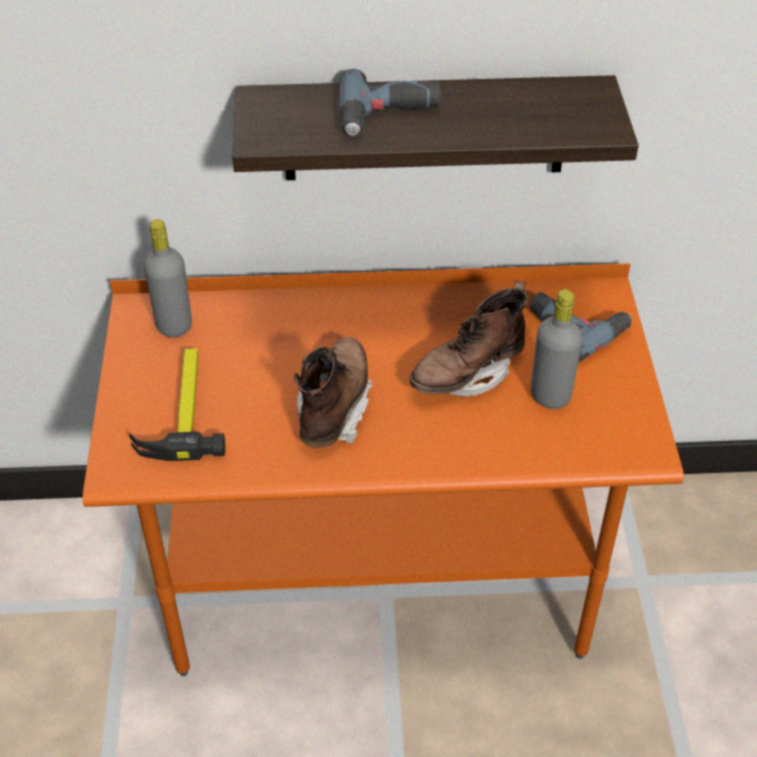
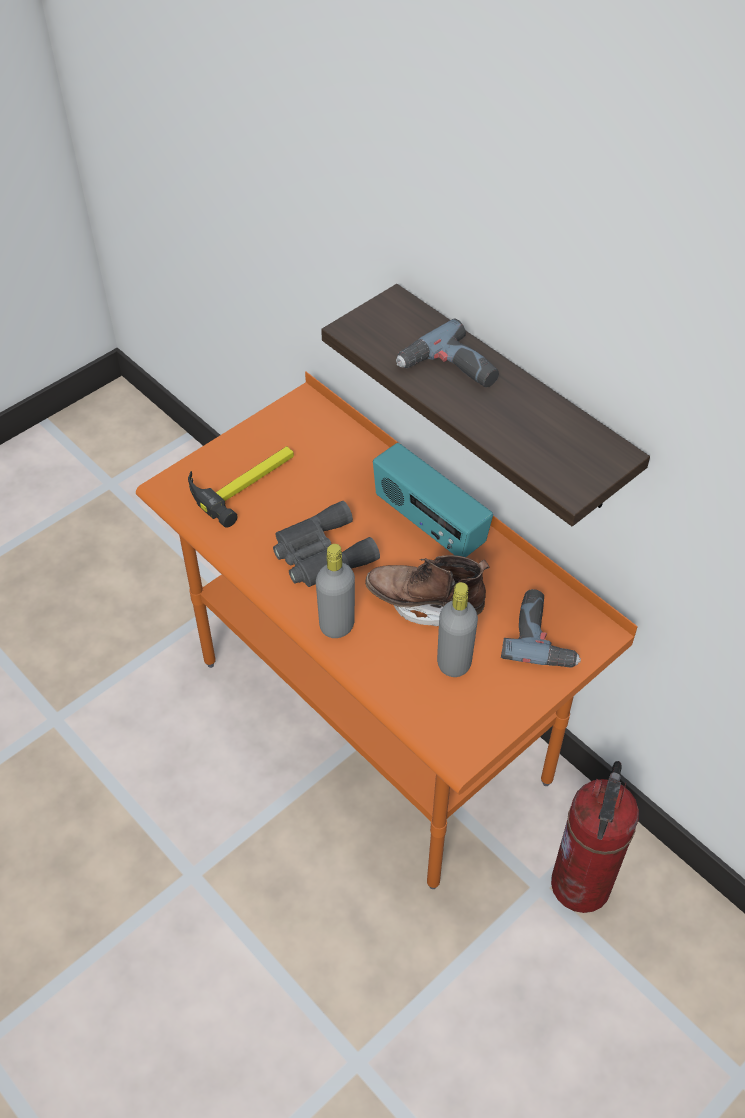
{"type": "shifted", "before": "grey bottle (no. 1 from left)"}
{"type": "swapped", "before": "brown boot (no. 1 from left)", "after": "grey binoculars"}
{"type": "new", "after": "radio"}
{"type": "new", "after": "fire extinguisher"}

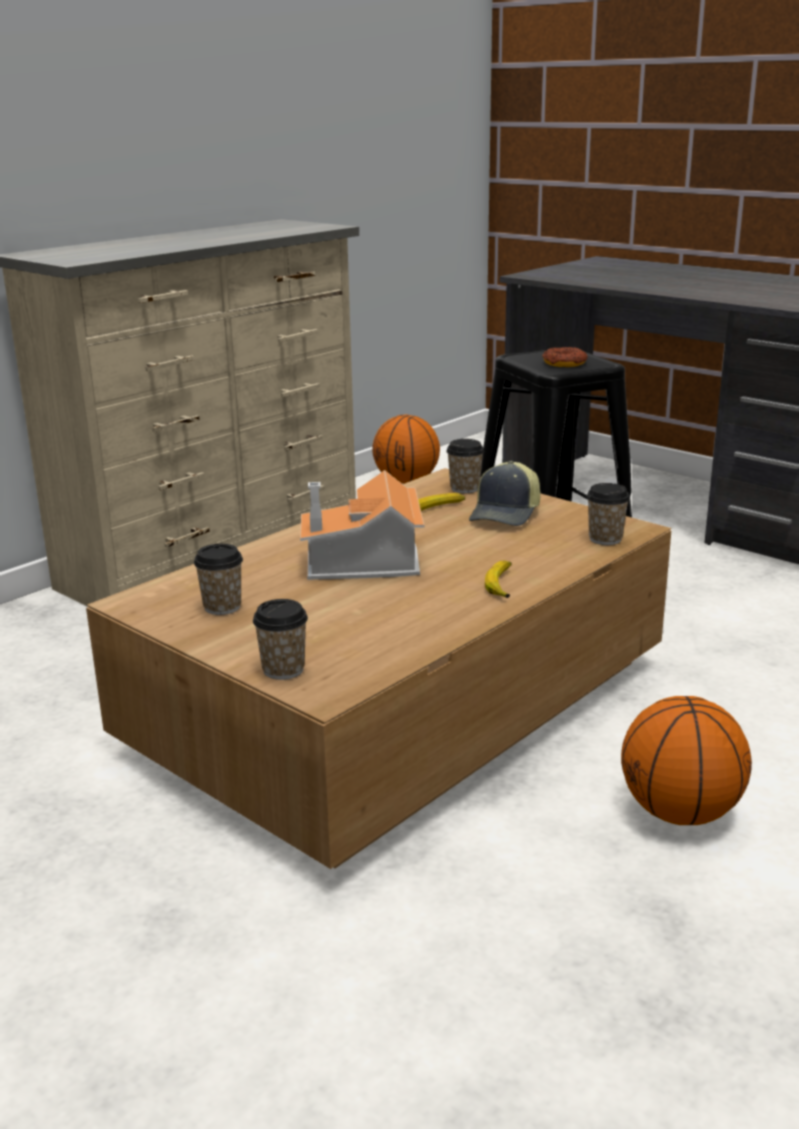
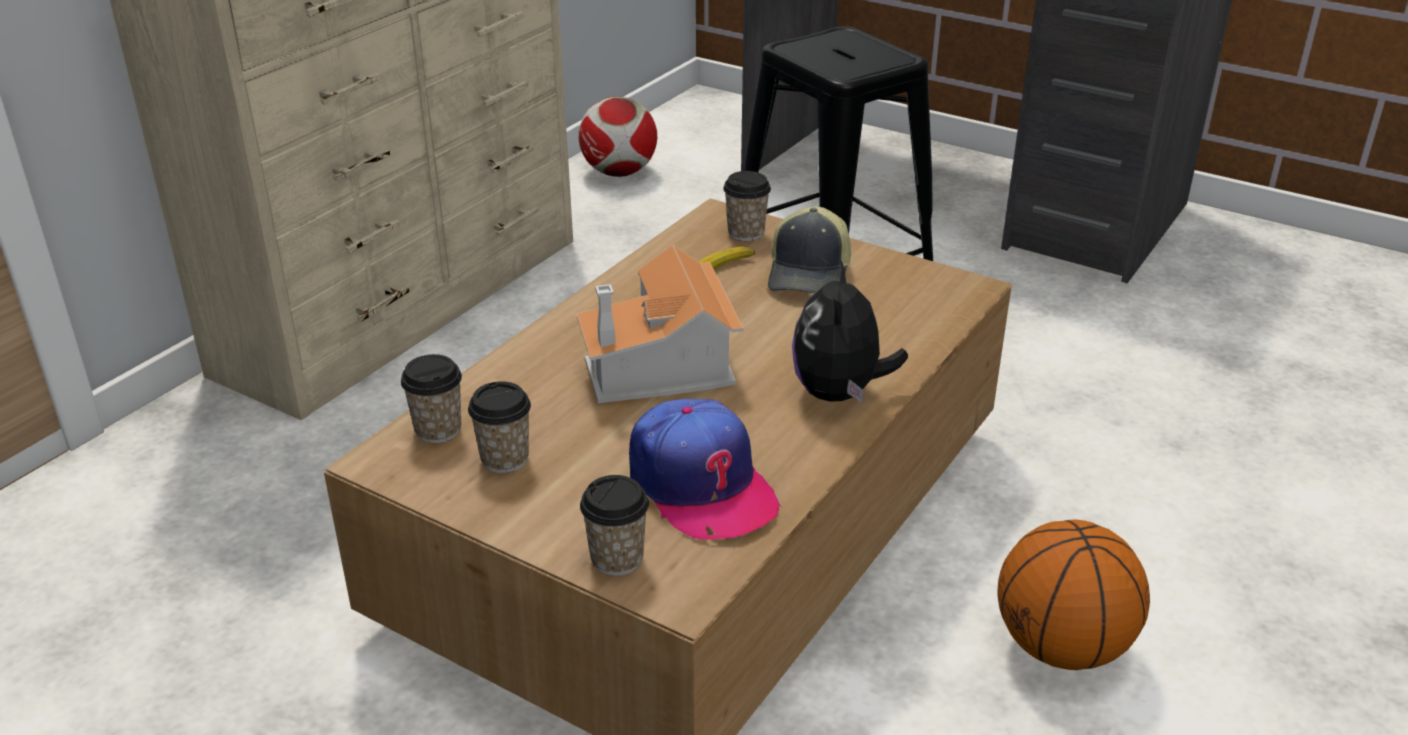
{"type": "gone", "before": "donut"}
{"type": "swapped", "before": "basketball (no. 1 from left)", "after": "football"}
{"type": "shifted", "before": "cup (no. 4 from left in the first image)", "after": "cup (no. 1 from left)"}
{"type": "swapped", "before": "banana (no. 2 from left)", "after": "plush toy"}
{"type": "new", "after": "cap (no. 1 from left)"}

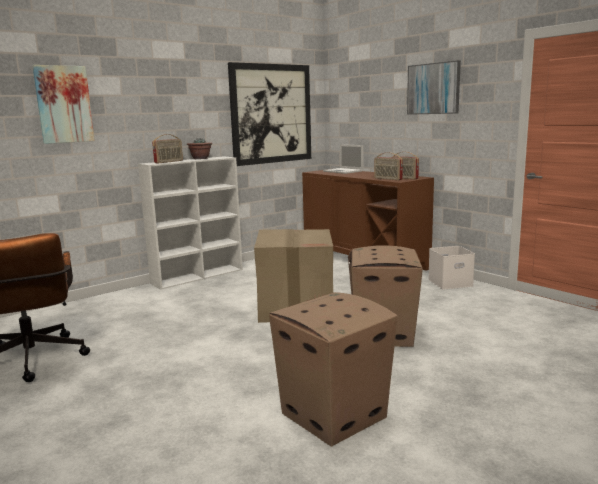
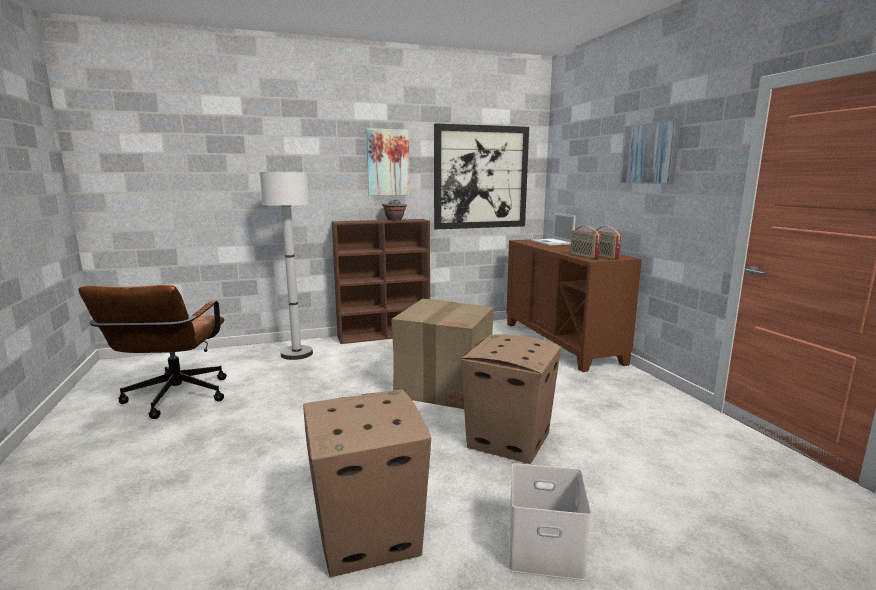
{"type": "shifted", "before": "picture (no. 1 from left)"}
{"type": "gone", "before": "radio (no. 1 from left)"}
{"type": "repainted", "before": "white bookcase", "after": "brown bookcase"}
{"type": "shifted", "before": "white storage box"}
{"type": "new", "after": "white floor lamp"}

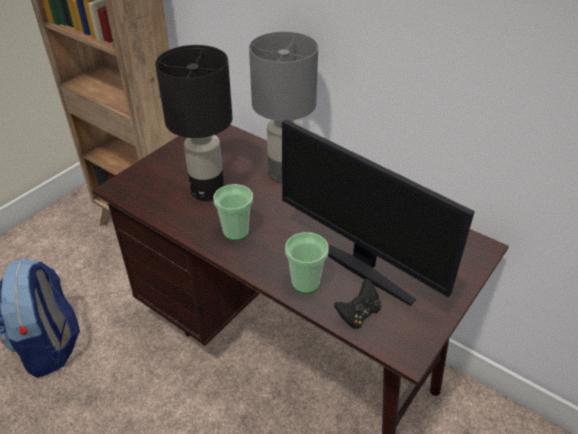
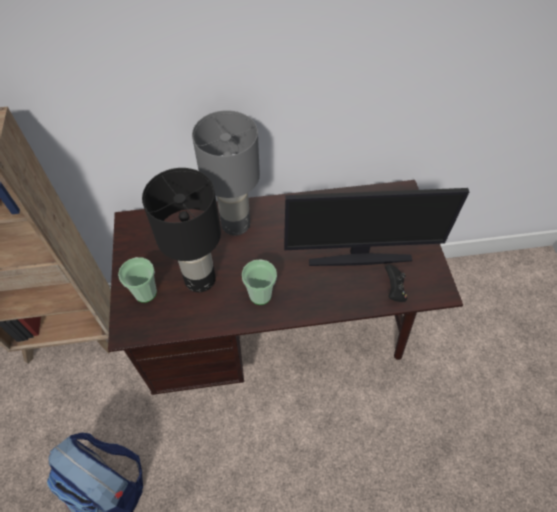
{"type": "shifted", "before": "cup (no. 2 from left in the first image)", "after": "cup (no. 1 from left)"}

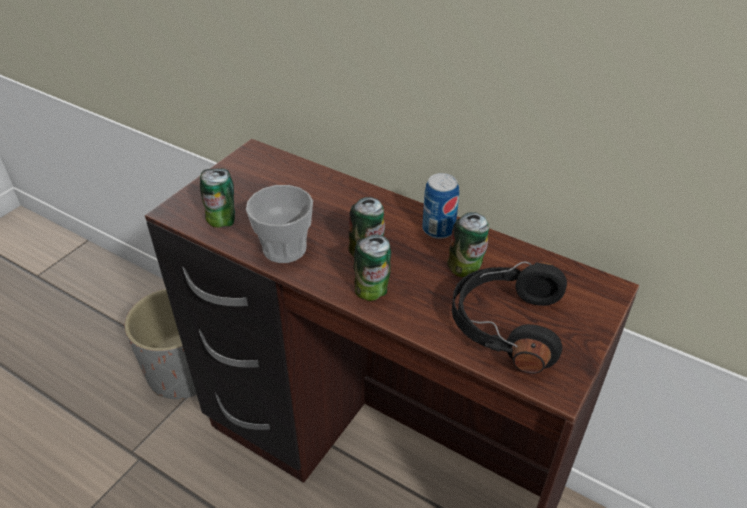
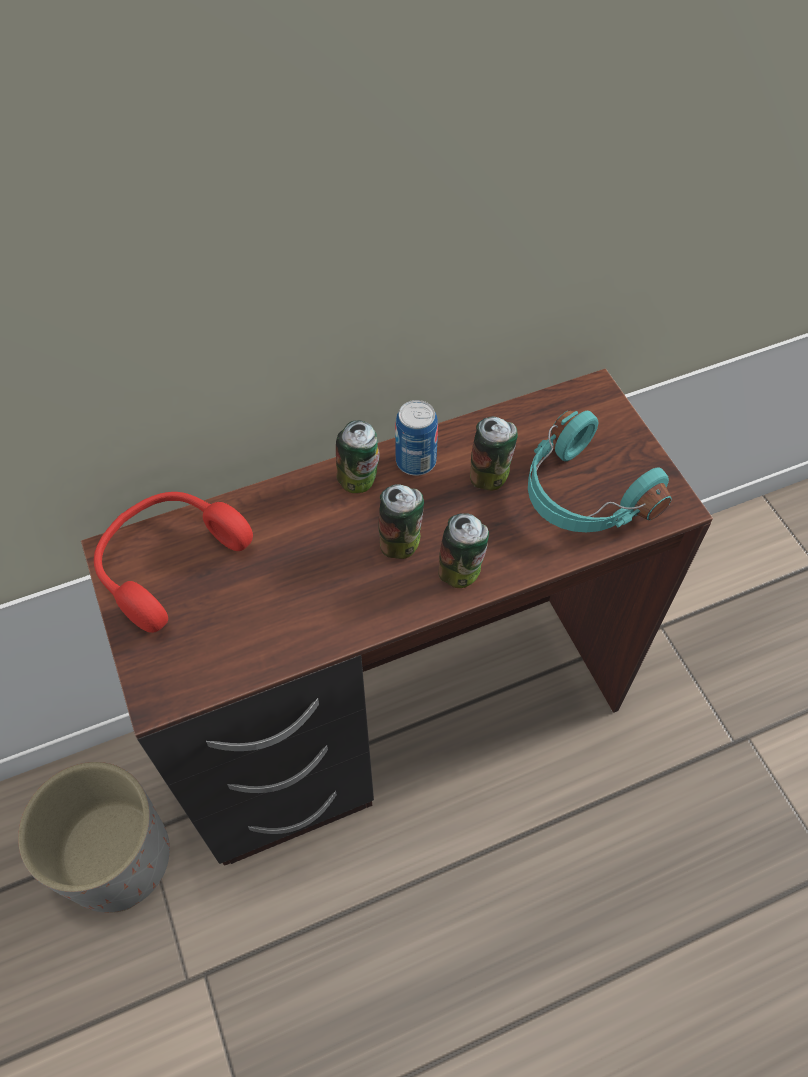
{"type": "shifted", "before": "can (no. 1 from left)"}
{"type": "gone", "before": "cup"}
{"type": "repainted", "before": "black headphones", "after": "turquoise headphones"}
{"type": "new", "after": "red headphones"}

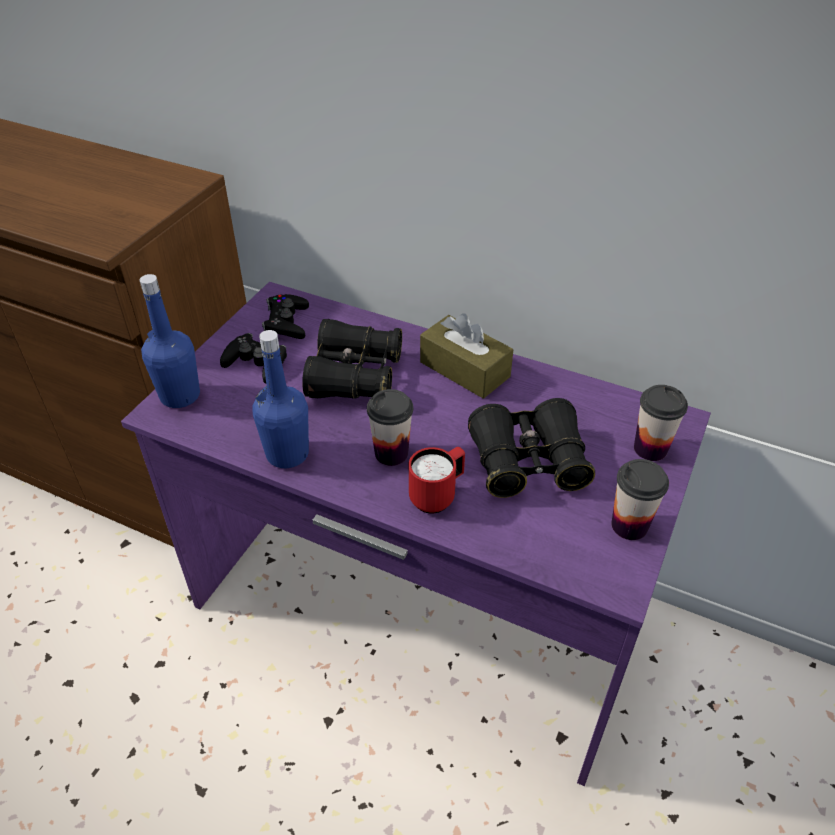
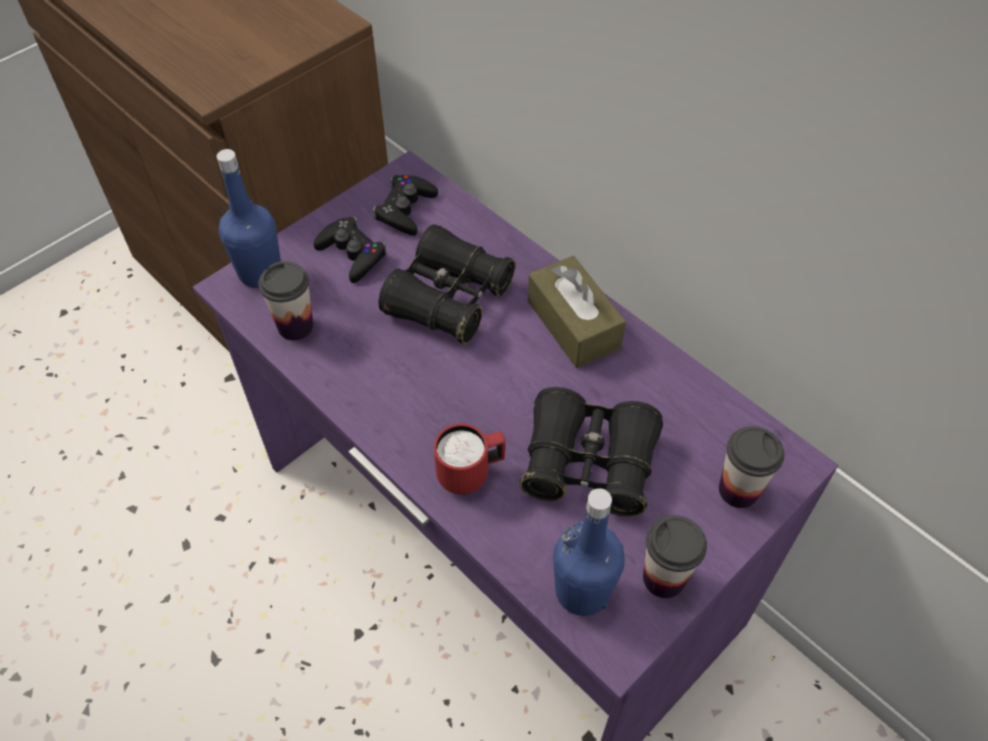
{"type": "shifted", "before": "blue bottle (no. 2 from left)"}
{"type": "shifted", "before": "cup (no. 1 from left)"}

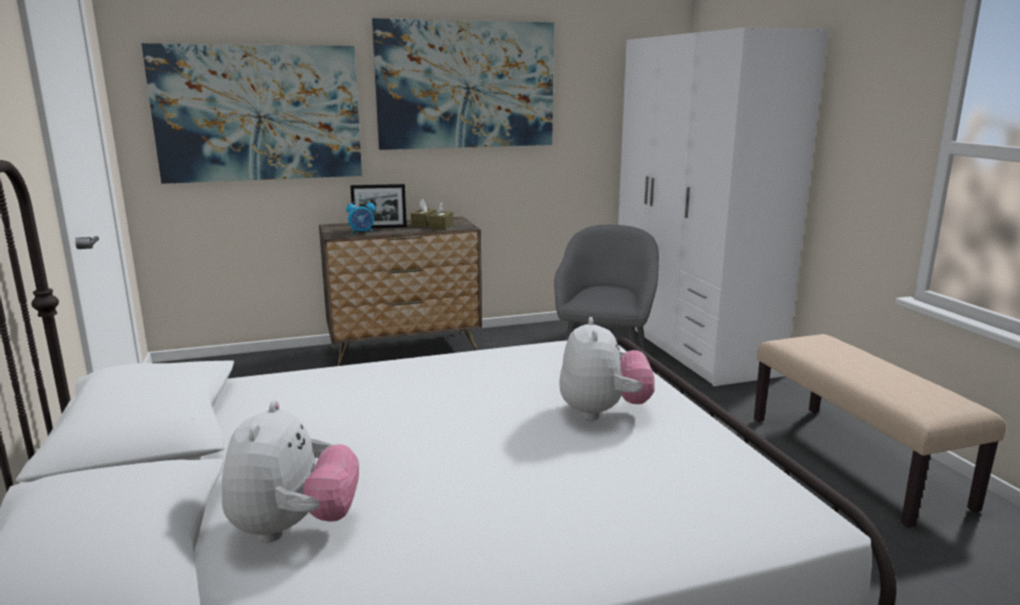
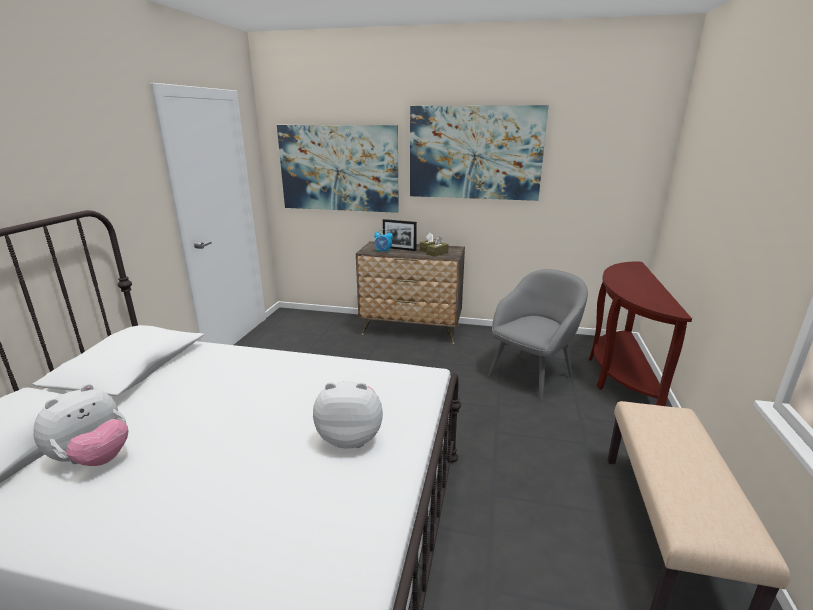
{"type": "swapped", "before": "white wardrobe", "after": "brown console table"}
{"type": "rotated", "before": "plush toy (no. 2 from left)", "turn": -120}

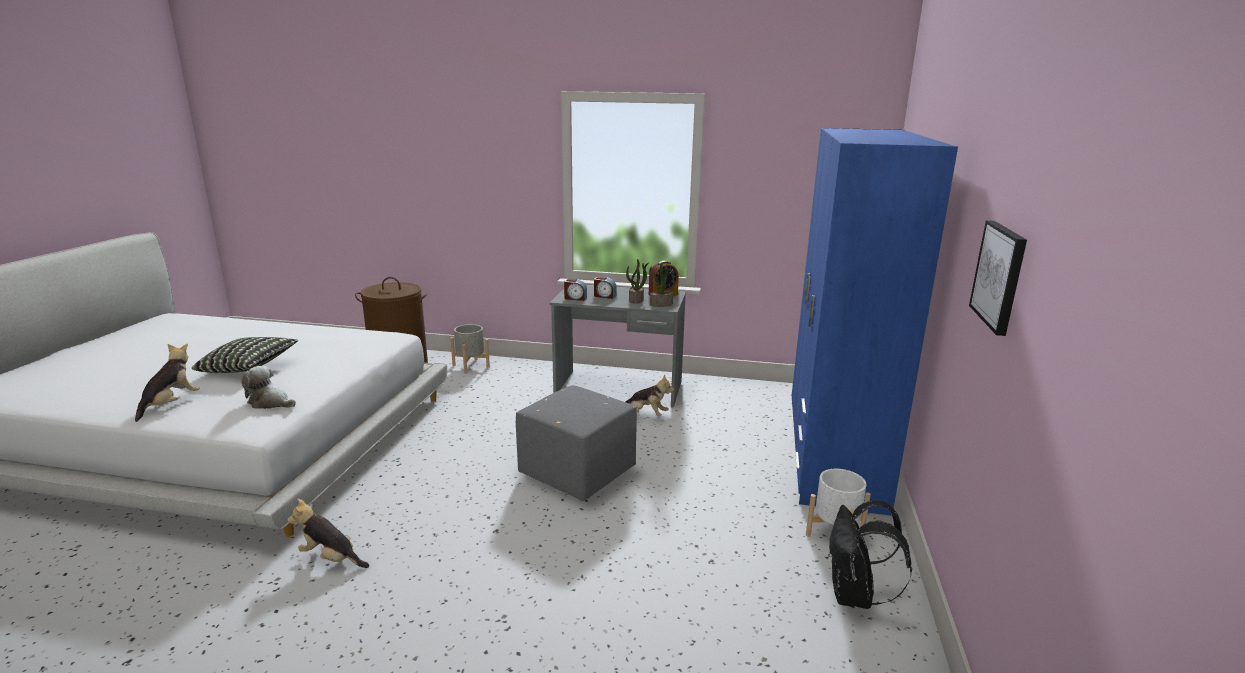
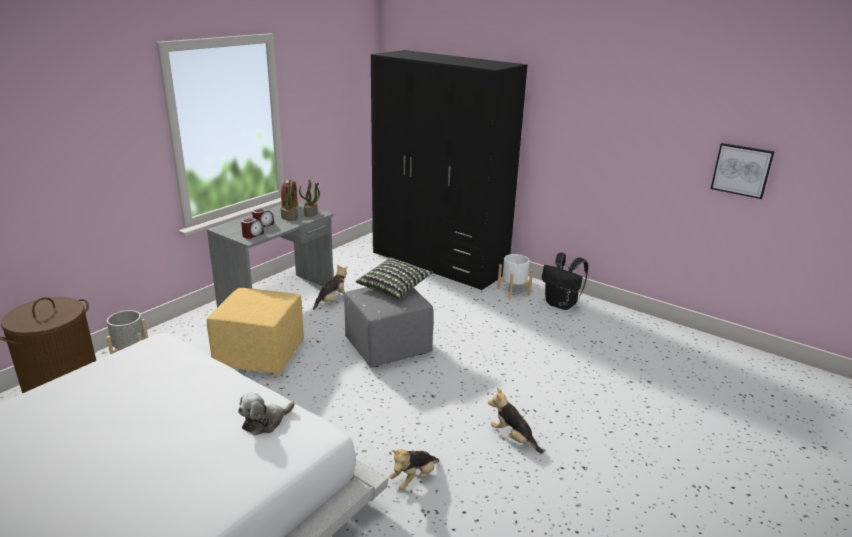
{"type": "repainted", "before": "blue wardrobe", "after": "black wardrobe"}
{"type": "shifted", "before": "picture"}
{"type": "shifted", "before": "pillow"}
{"type": "shifted", "before": "plush toy (no. 1 from left in the first image)", "after": "plush toy (no. 4 from left)"}
{"type": "new", "after": "yellow ottoman"}

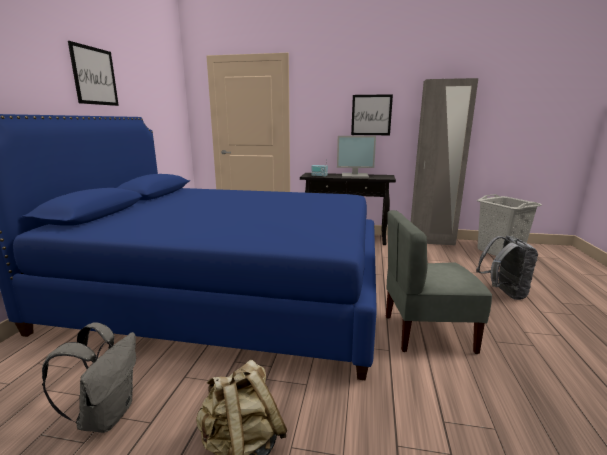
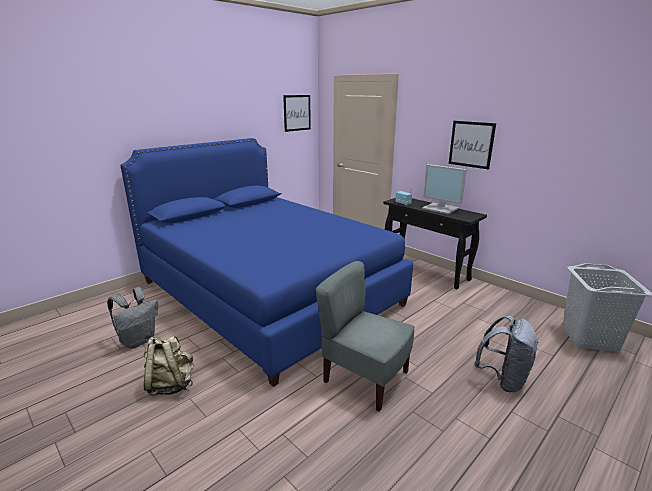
{"type": "shifted", "before": "picture (no. 1 from left)"}
{"type": "gone", "before": "grey wardrobe"}

